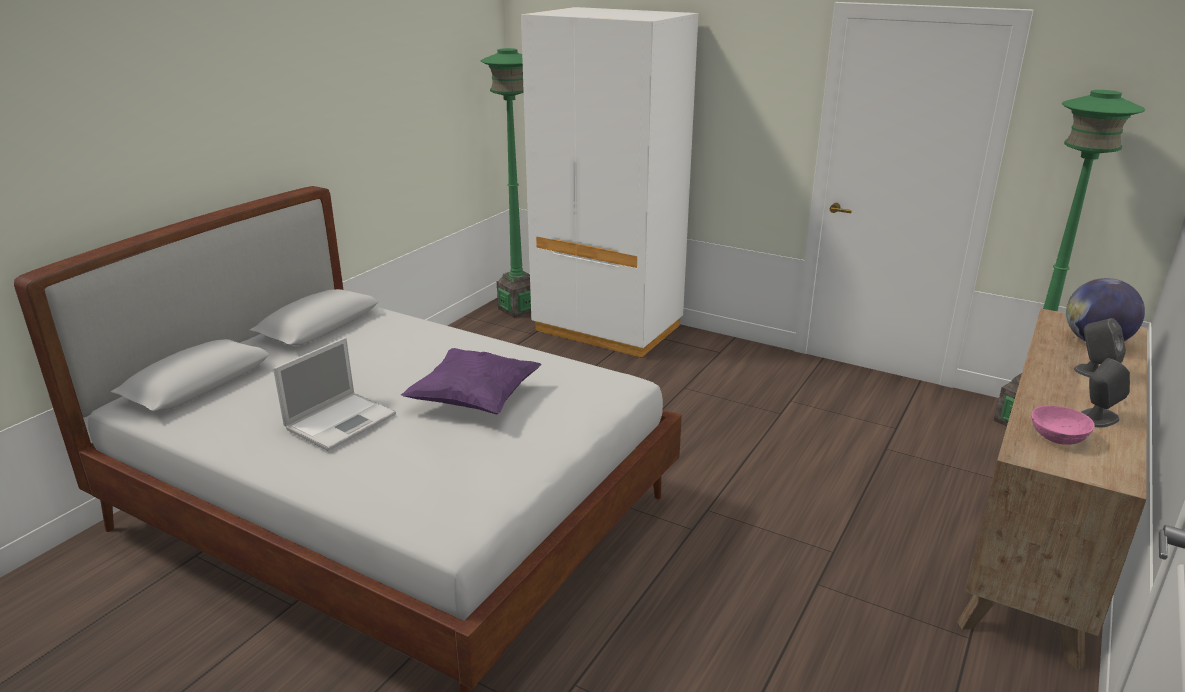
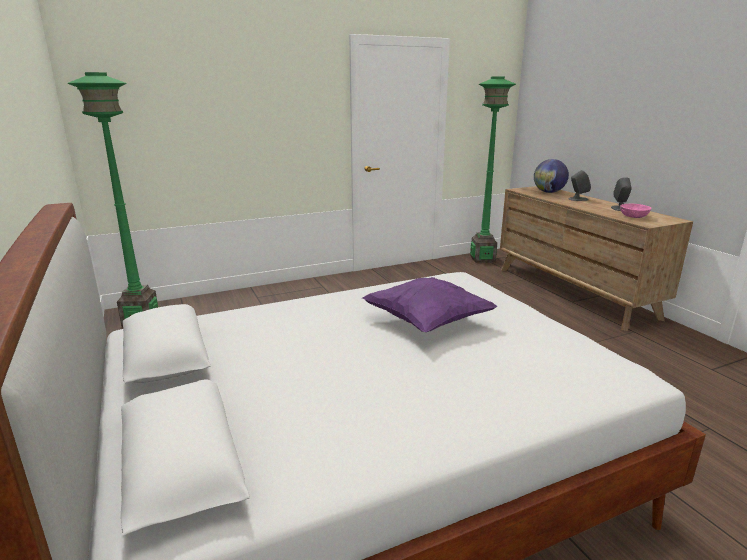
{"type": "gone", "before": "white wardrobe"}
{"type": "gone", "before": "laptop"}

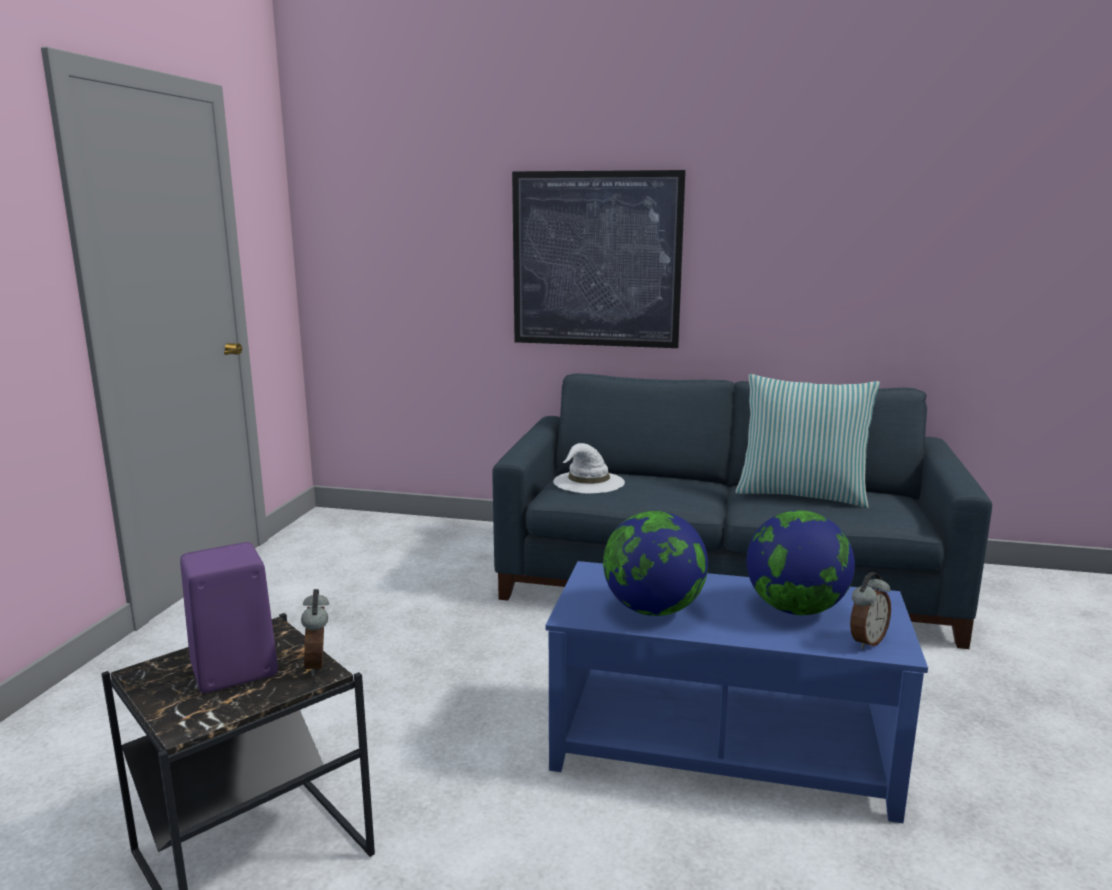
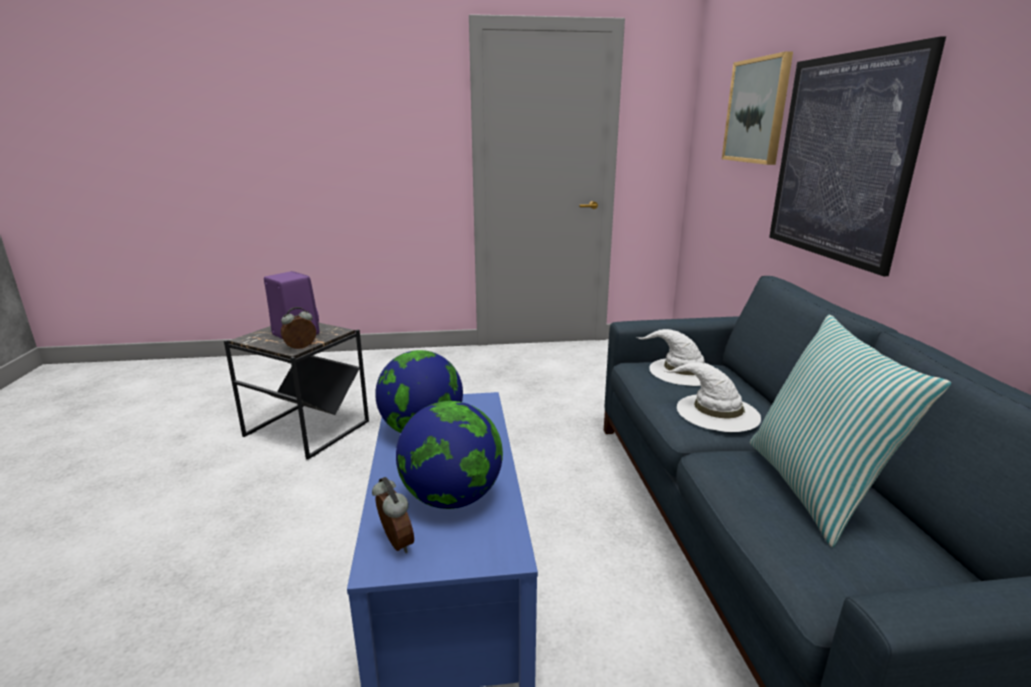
{"type": "rotated", "before": "alarm clock (no. 2 from left)", "turn": -150}
{"type": "new", "after": "picture (no. 1 from left)"}
{"type": "new", "after": "white hat (no. 2 from left)"}

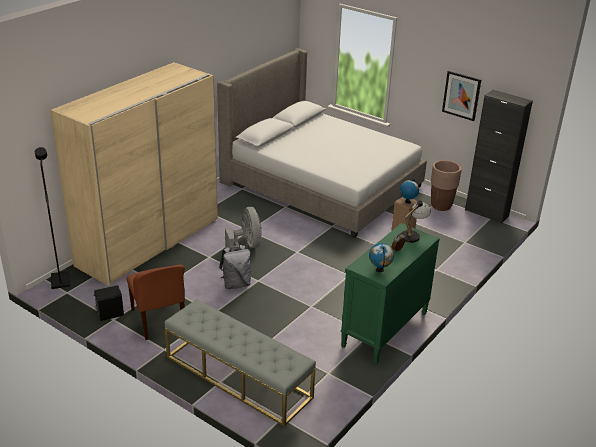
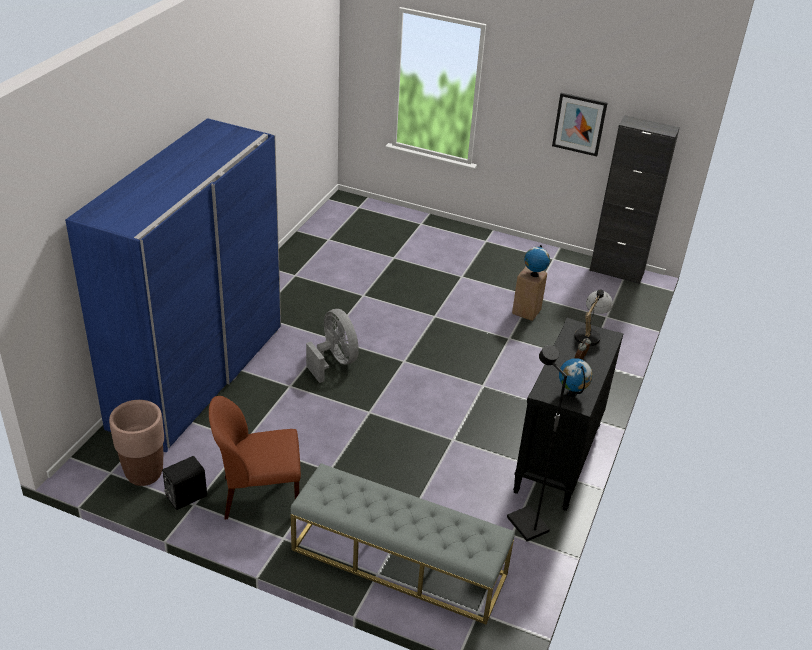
{"type": "gone", "before": "bed"}
{"type": "repainted", "before": "beige wardrobe", "after": "blue wardrobe"}
{"type": "shifted", "before": "black floor lamp"}
{"type": "shifted", "before": "brown planter"}
{"type": "repainted", "before": "green dresser", "after": "black dresser"}
{"type": "gone", "before": "grey backpack"}
{"type": "rotated", "before": "brown chair", "turn": 120}

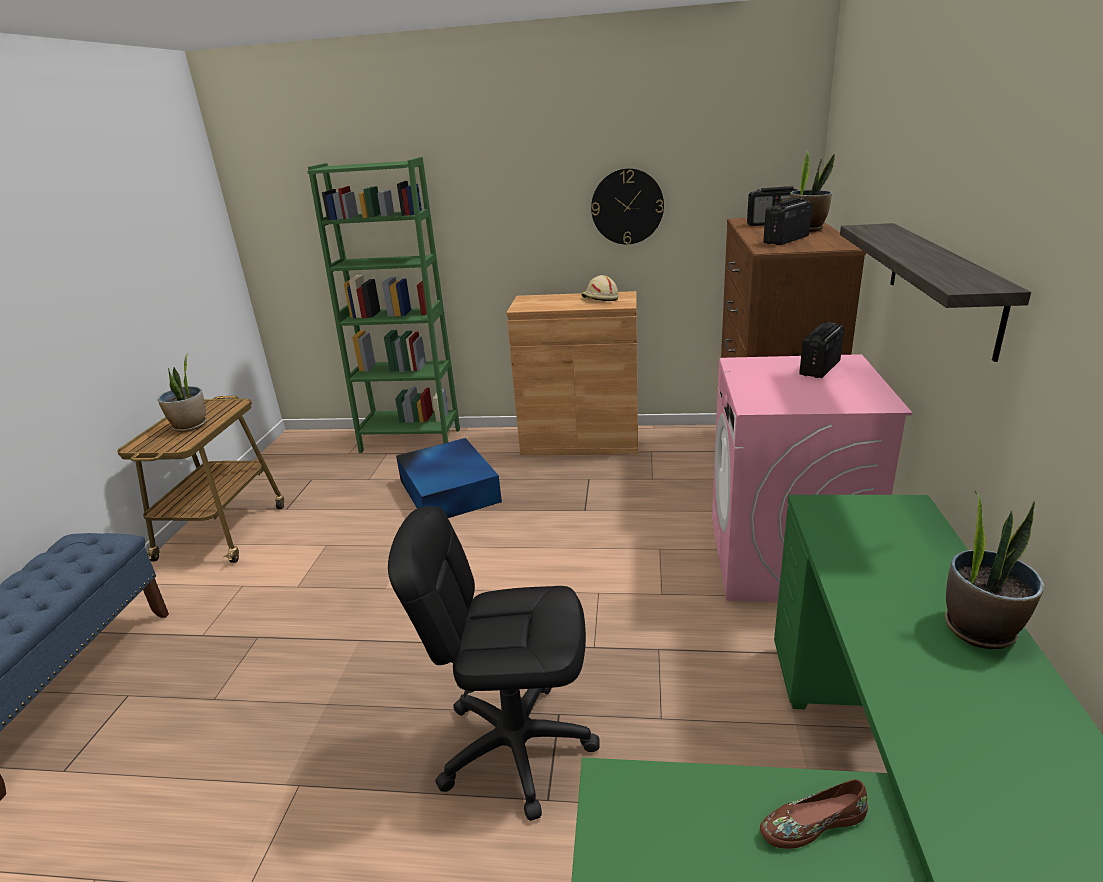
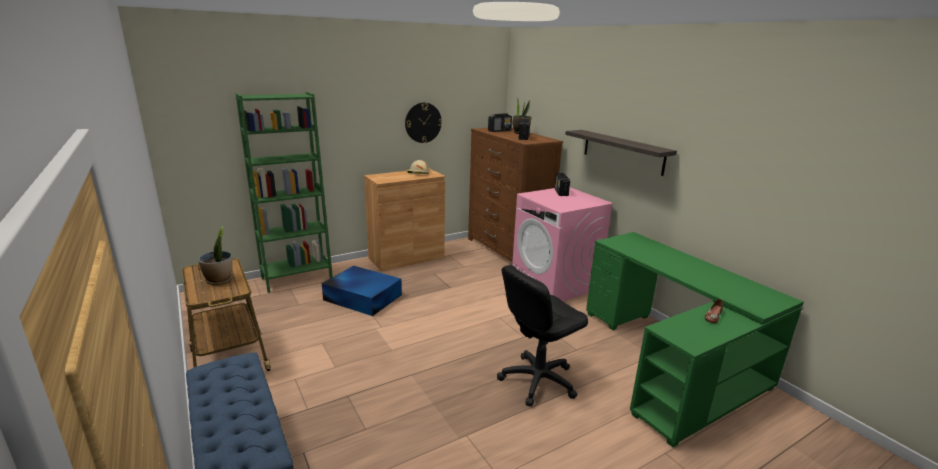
{"type": "gone", "before": "potted plant (no. 3 from left)"}

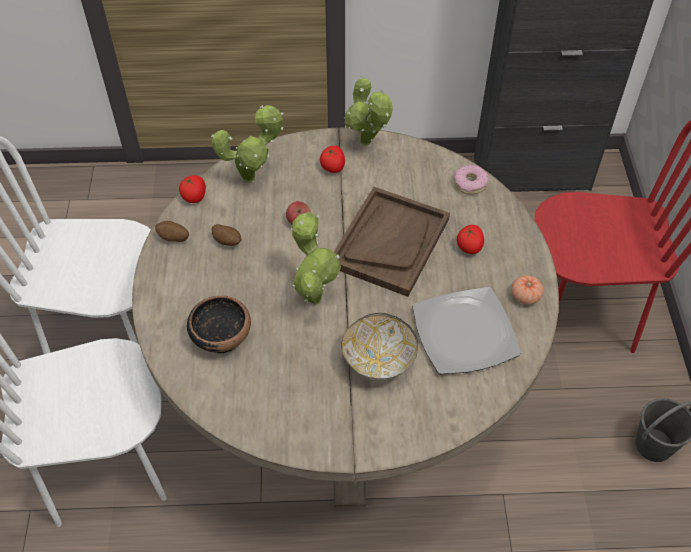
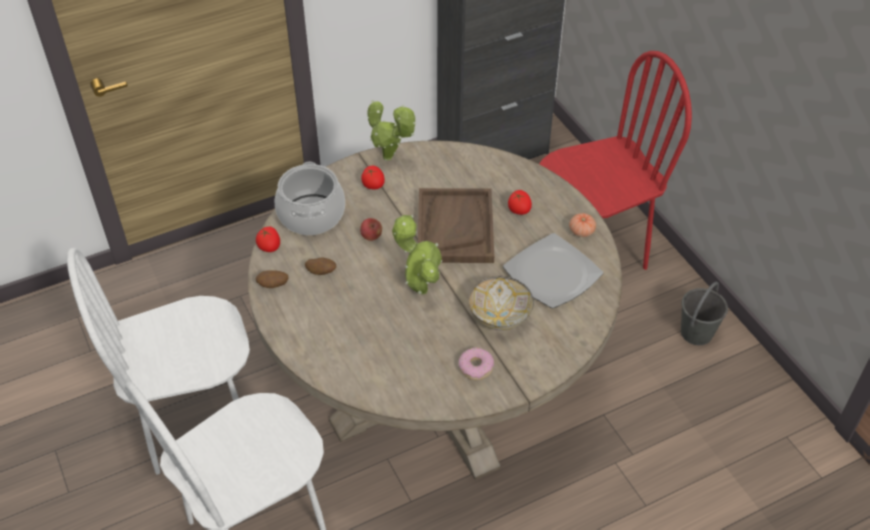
{"type": "swapped", "before": "potted plant (no. 1 from left)", "after": "cooking pot"}
{"type": "shifted", "before": "donut"}
{"type": "gone", "before": "bowl (no. 1 from left)"}

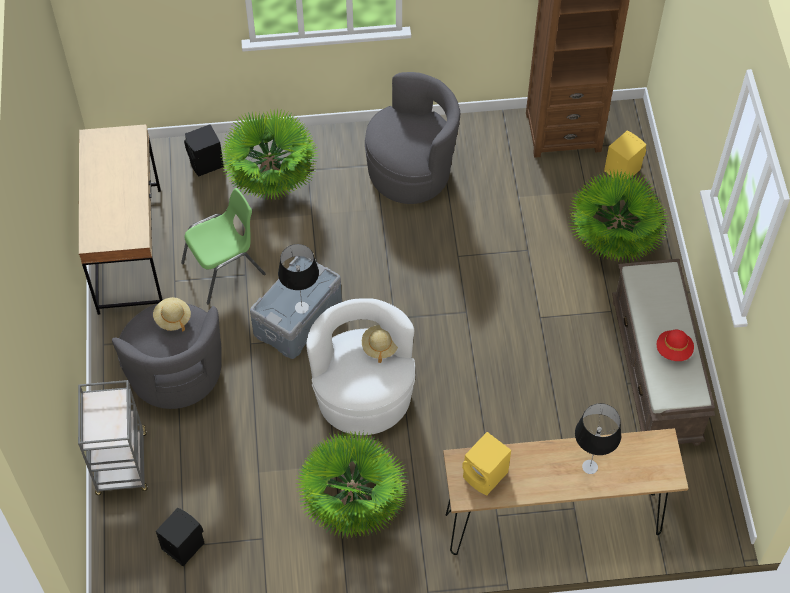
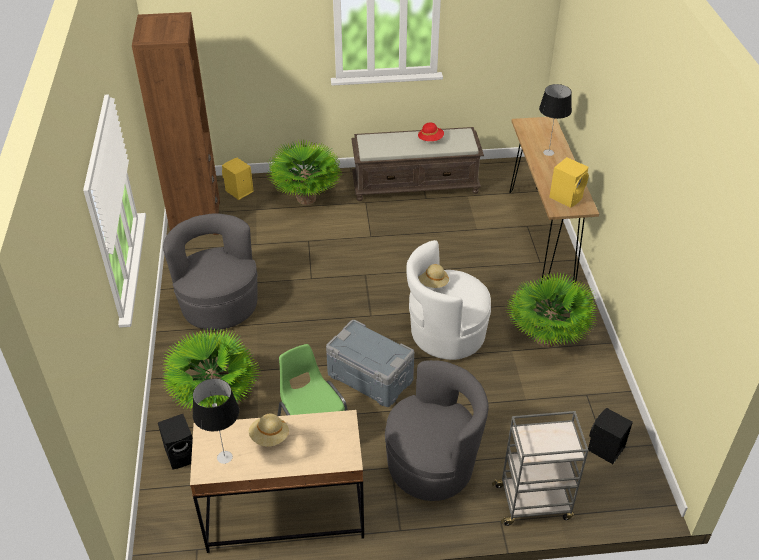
{"type": "shifted", "before": "table lamp (no. 1 from left)"}
{"type": "shifted", "before": "beige hat (no. 1 from left)"}

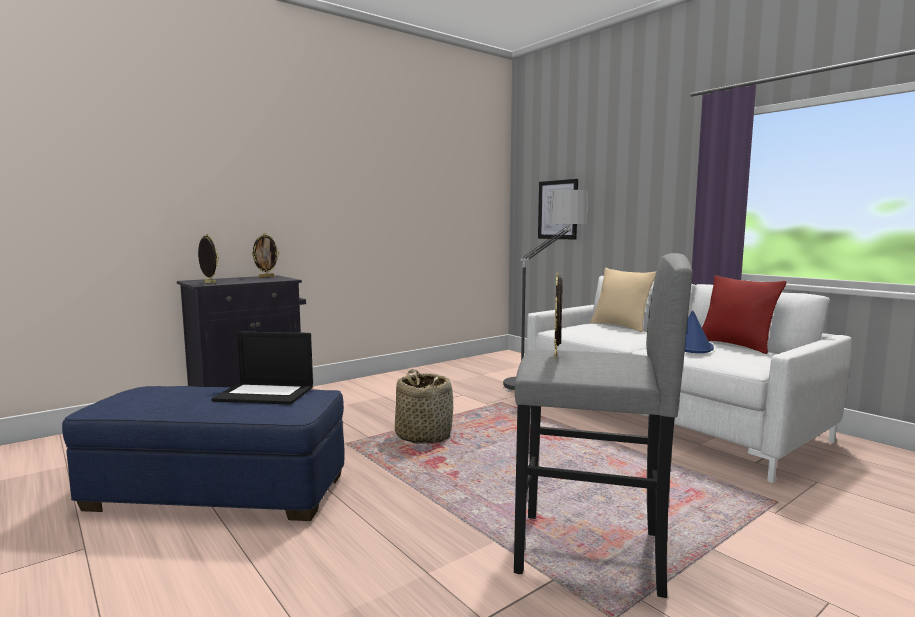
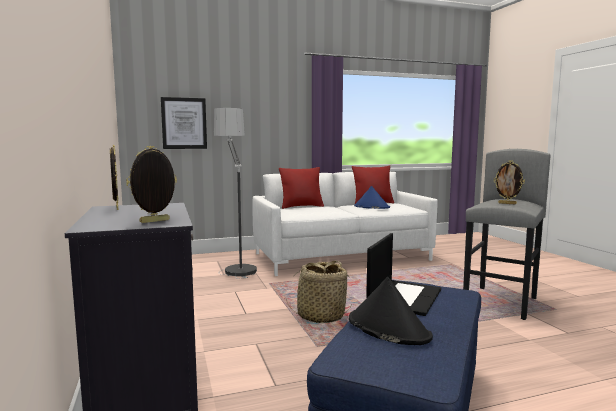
{"type": "repainted", "before": "beige pillow", "after": "red pillow (no. 1 from left)"}
{"type": "new", "after": "black hat"}

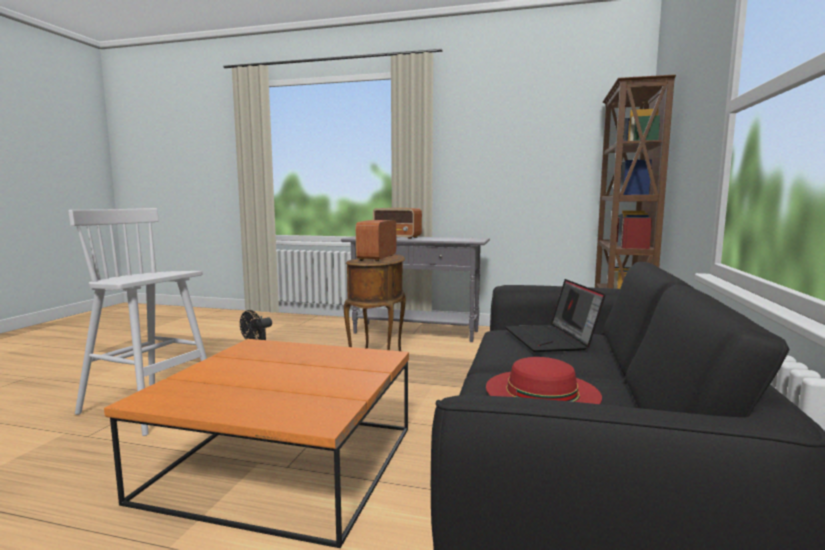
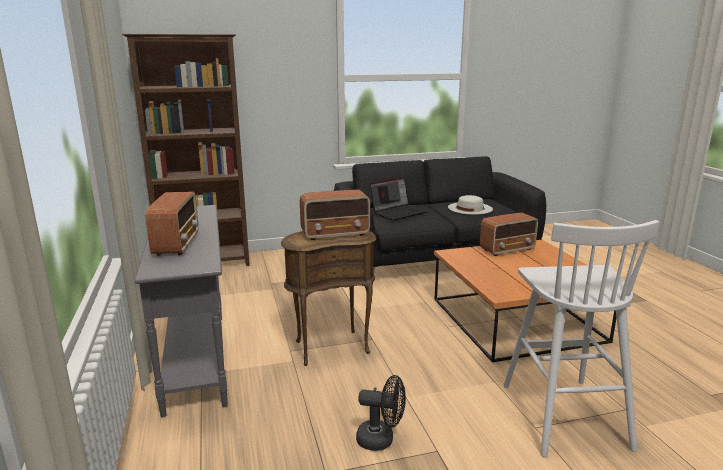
{"type": "repainted", "before": "red hat", "after": "white hat"}
{"type": "new", "after": "radio (no. 3 from left)"}

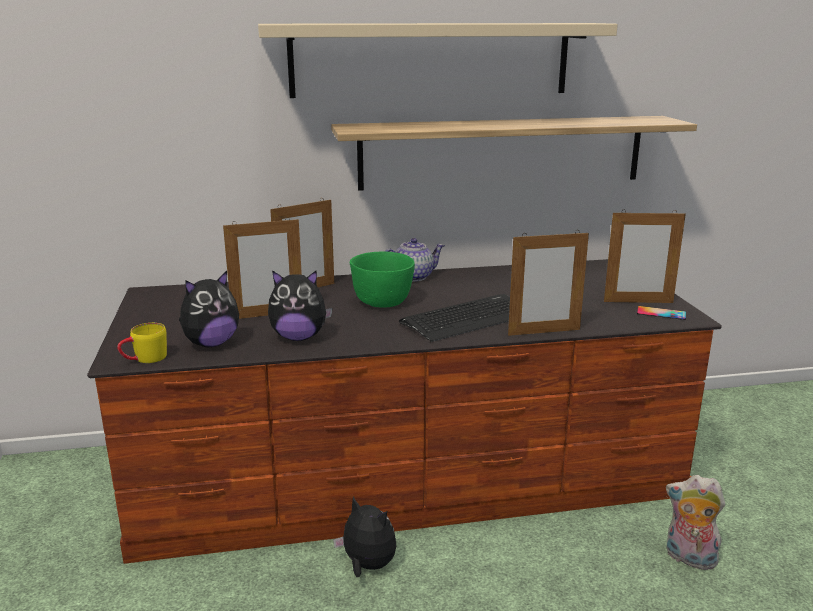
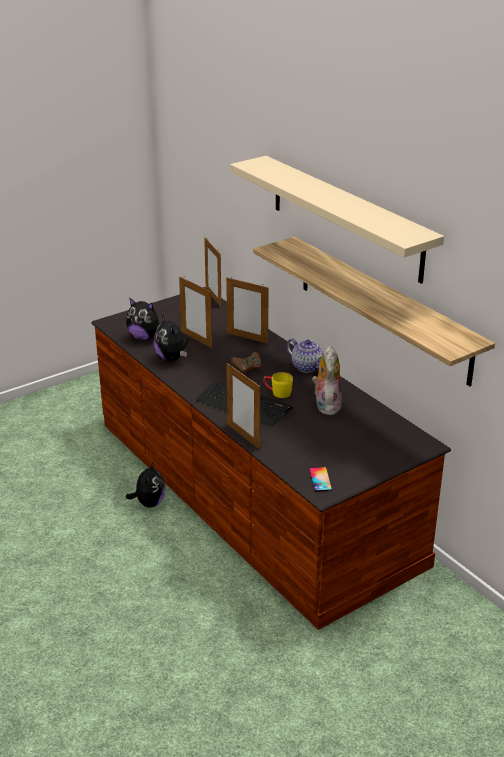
{"type": "shifted", "before": "picture frame (no. 4 from left in the first image)", "after": "picture frame (no. 2 from left)"}
{"type": "swapped", "before": "green bowl", "after": "brown game controller"}
{"type": "shifted", "before": "yellow mug"}
{"type": "shifted", "before": "plush toy (no. 4 from left)"}

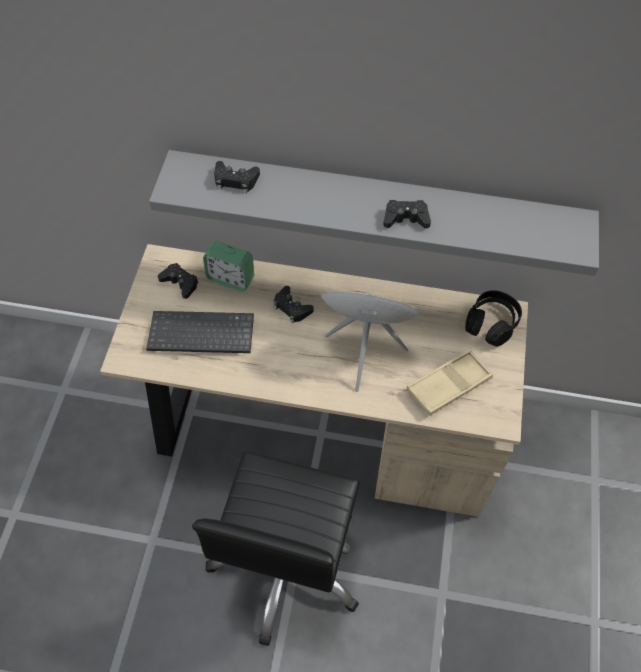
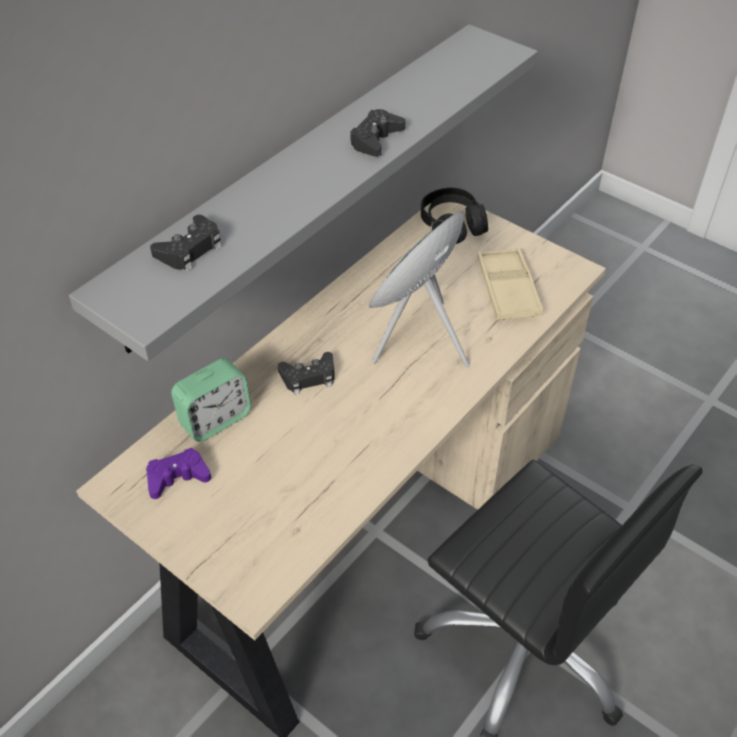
{"type": "repainted", "before": "black game controller (no. 1 from left)", "after": "purple game controller"}
{"type": "gone", "before": "keyboard"}

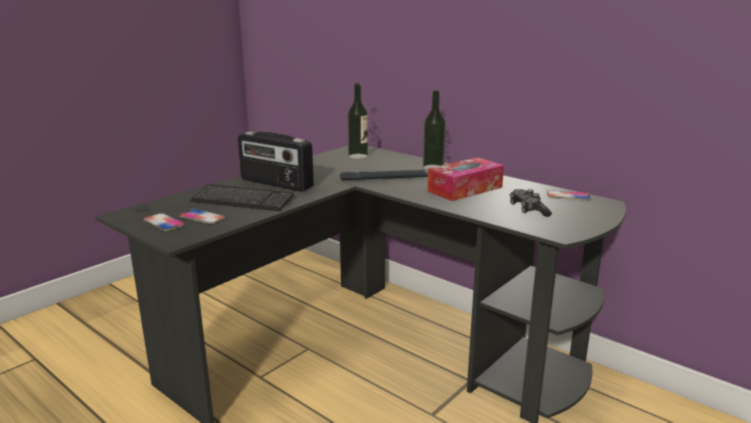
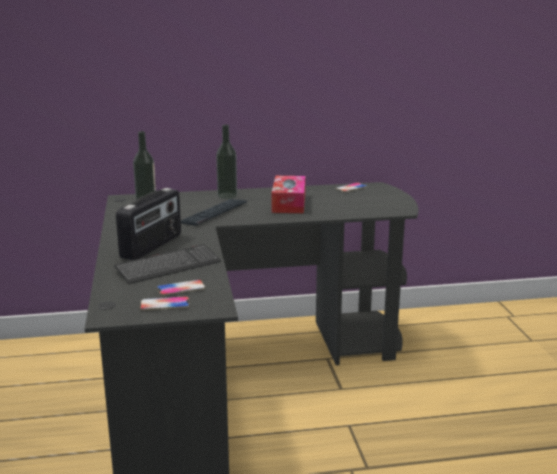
{"type": "rotated", "before": "radio", "turn": -45}
{"type": "gone", "before": "game controller"}

